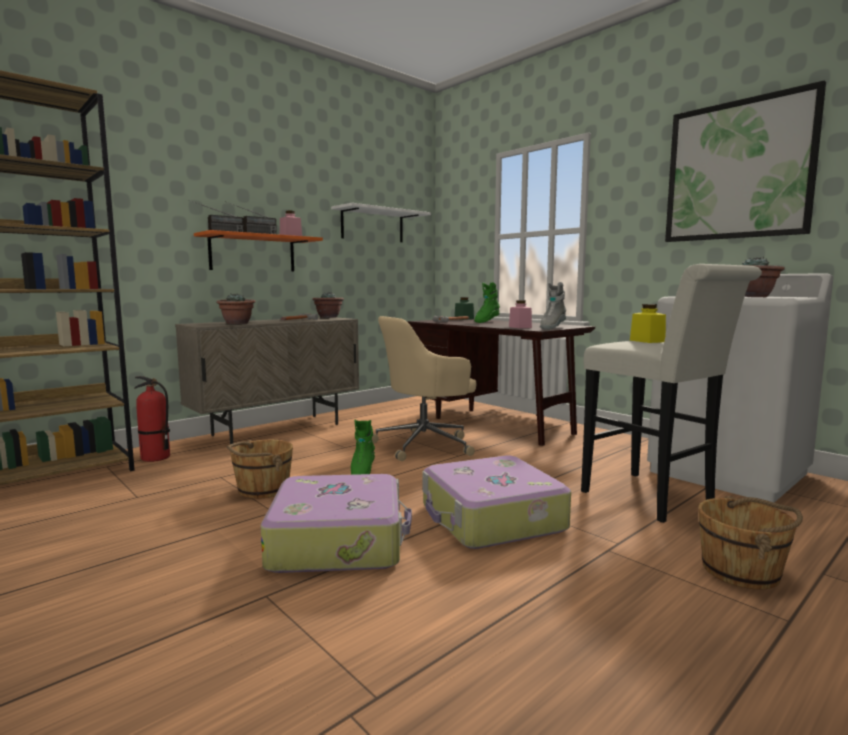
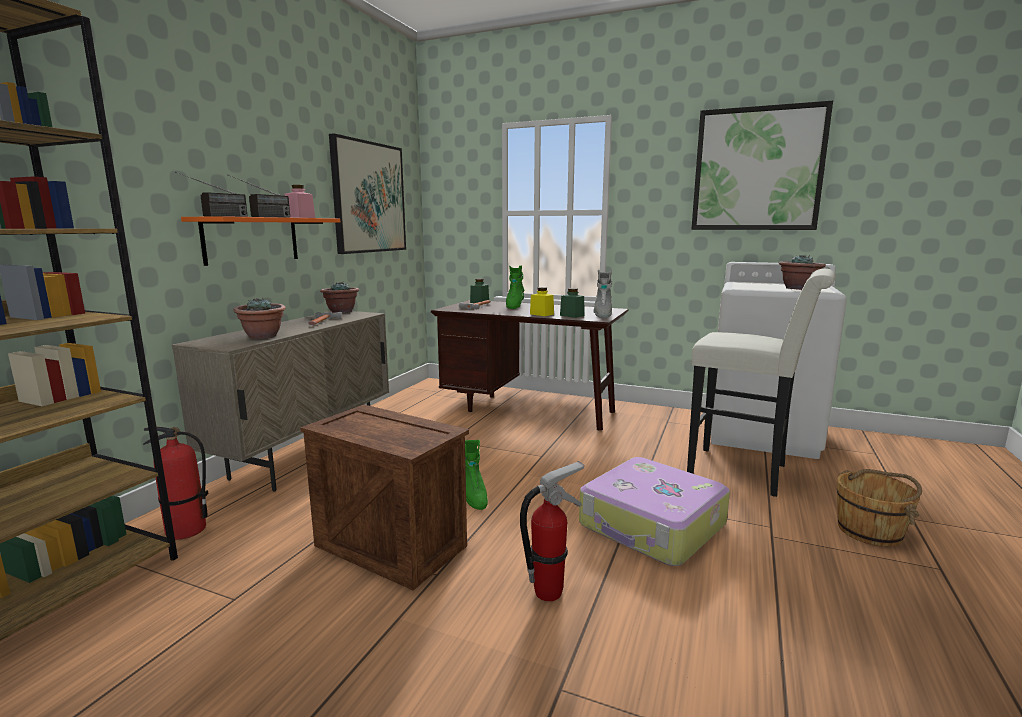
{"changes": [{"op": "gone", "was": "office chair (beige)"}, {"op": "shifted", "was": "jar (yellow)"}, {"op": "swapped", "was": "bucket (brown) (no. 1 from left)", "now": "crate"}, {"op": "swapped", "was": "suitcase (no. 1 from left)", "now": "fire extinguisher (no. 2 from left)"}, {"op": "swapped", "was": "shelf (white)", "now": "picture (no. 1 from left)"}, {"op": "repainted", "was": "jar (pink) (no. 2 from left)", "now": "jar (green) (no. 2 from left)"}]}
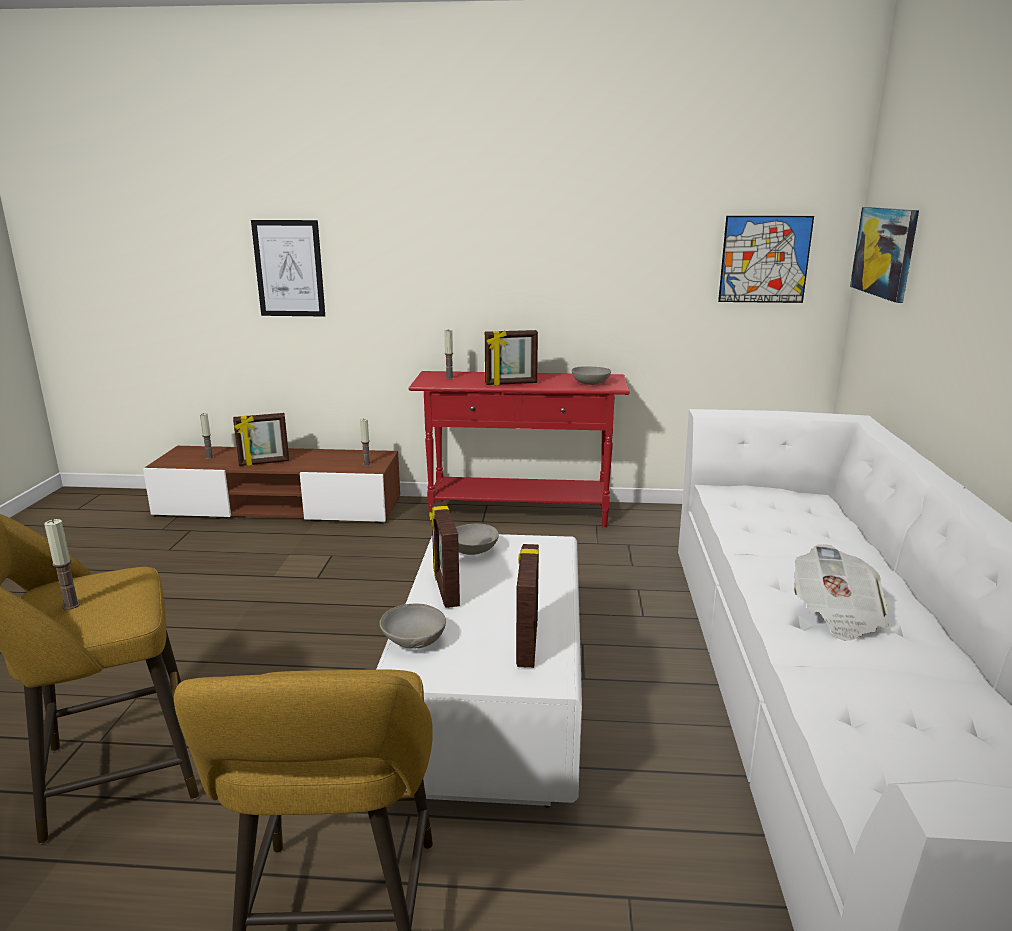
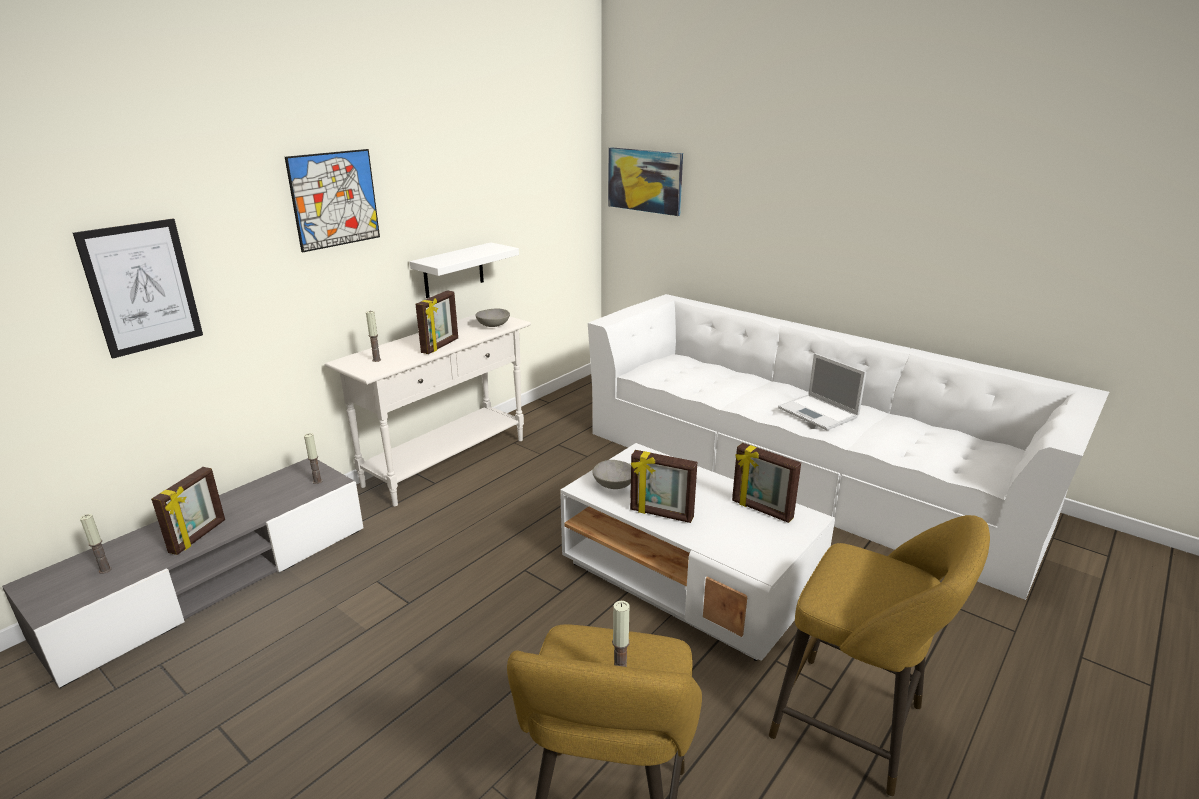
{"changes": [{"op": "gone", "was": "bowl (grey) (no. 1 from left)"}, {"op": "new", "now": "shelf (white)"}, {"op": "shifted", "was": "picture (no. 2 from left)"}, {"op": "swapped", "was": "newspaper", "now": "laptop"}, {"op": "repainted", "was": "tv stand (brown)", "now": "tv stand (grey)"}, {"op": "repainted", "was": "console table (red)", "now": "console table (white)"}]}
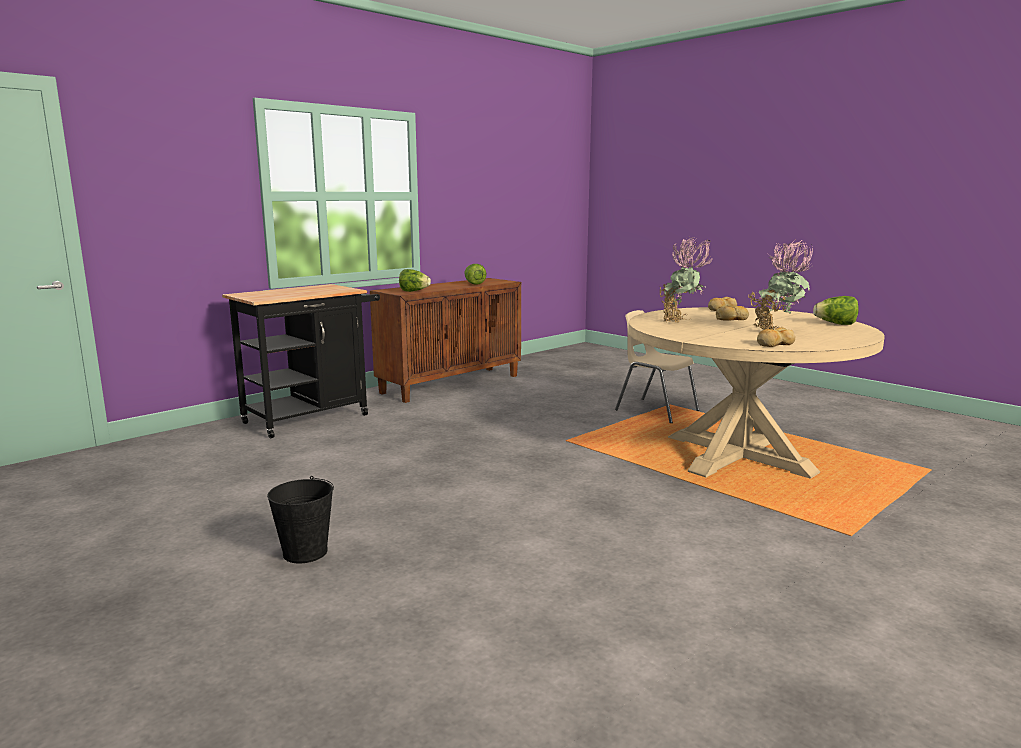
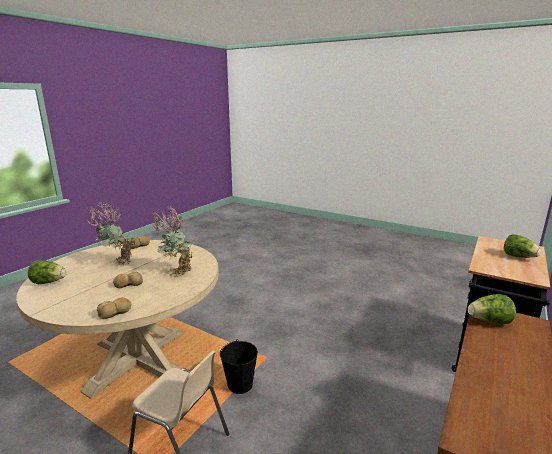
{"changes": [{"op": "shifted", "was": "bucket (black)"}, {"op": "shifted", "was": "lettuce (no. 2 from left in the first image)", "now": "lettuce (no. 3 from left)"}]}
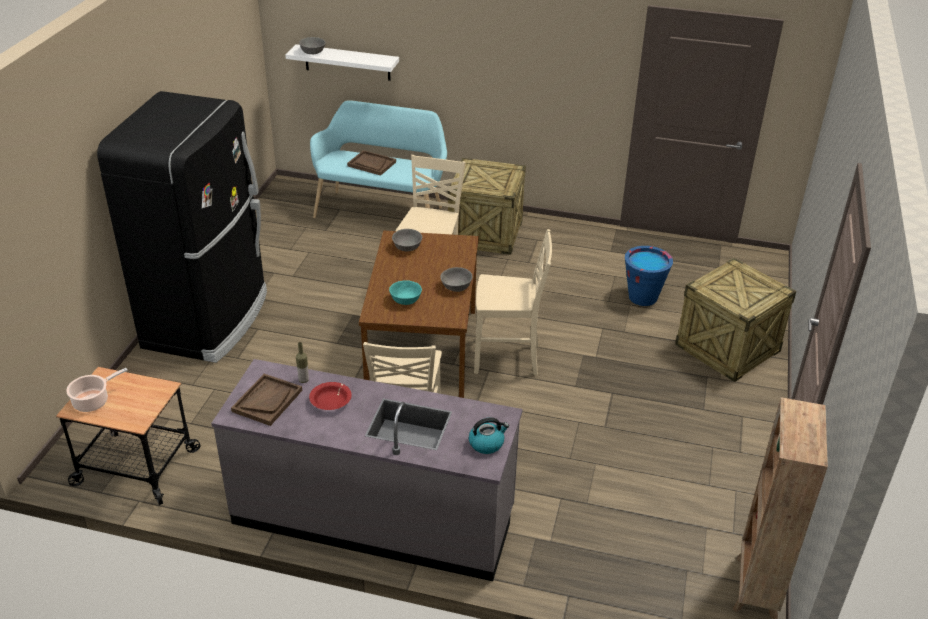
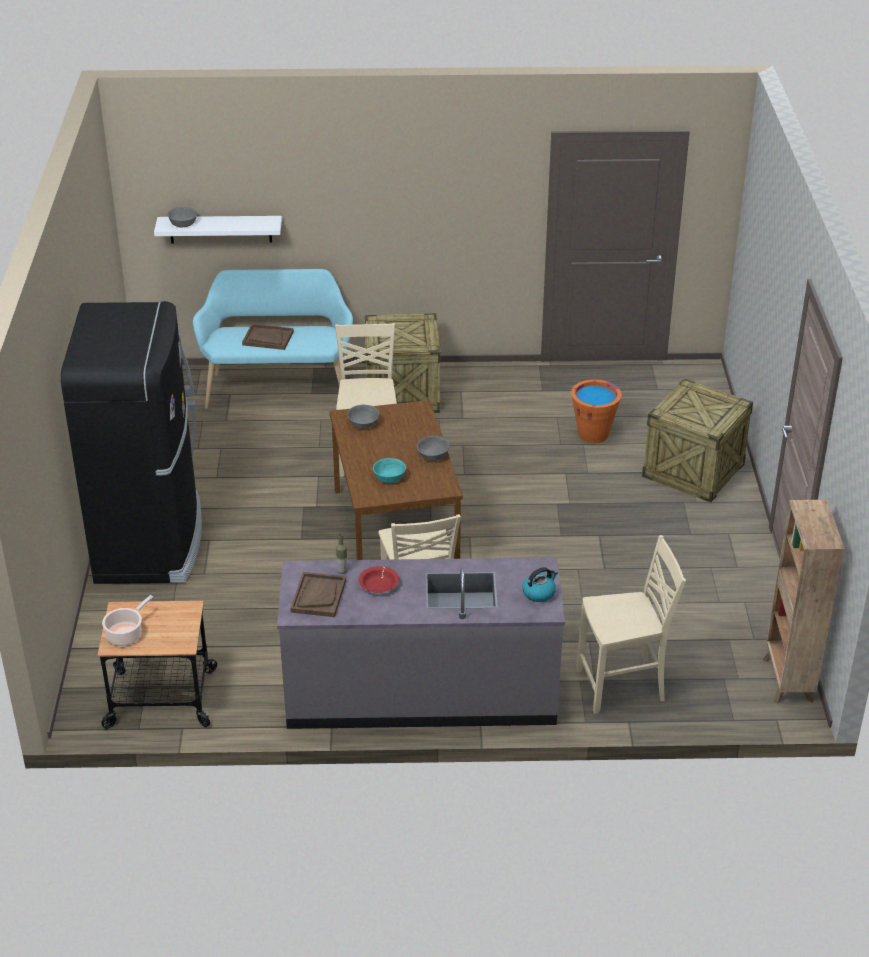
{"changes": [{"op": "shifted", "was": "chair (beige) (no. 3 from left)"}, {"op": "repainted", "was": "bucket (blue)", "now": "bucket (orange)"}]}
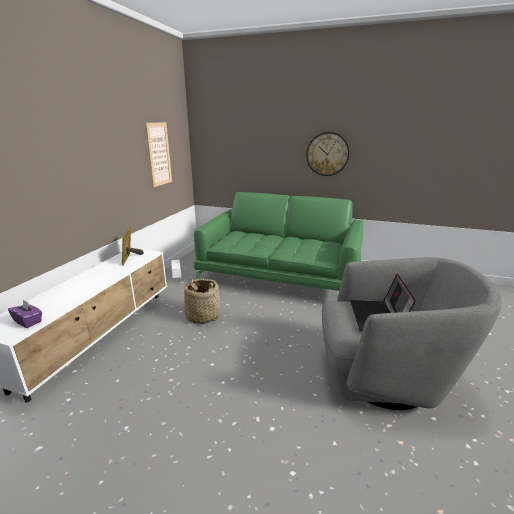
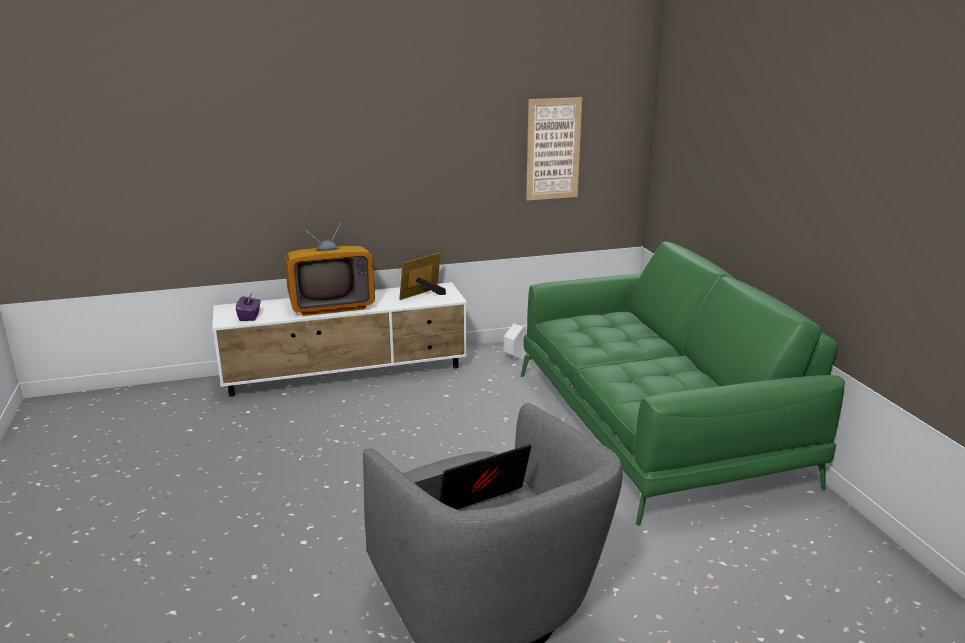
{"changes": [{"op": "gone", "was": "basket"}, {"op": "gone", "was": "wall clock"}, {"op": "new", "now": "television"}]}
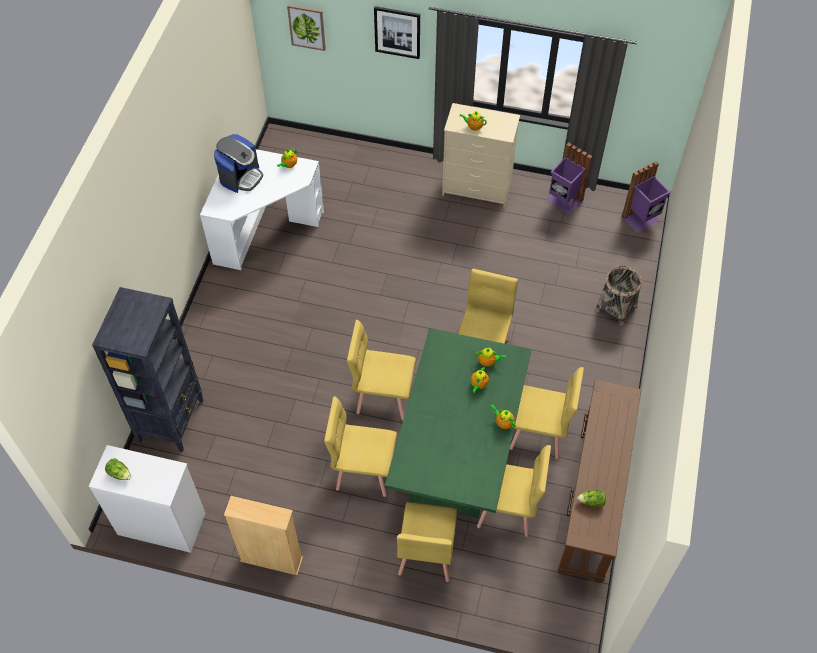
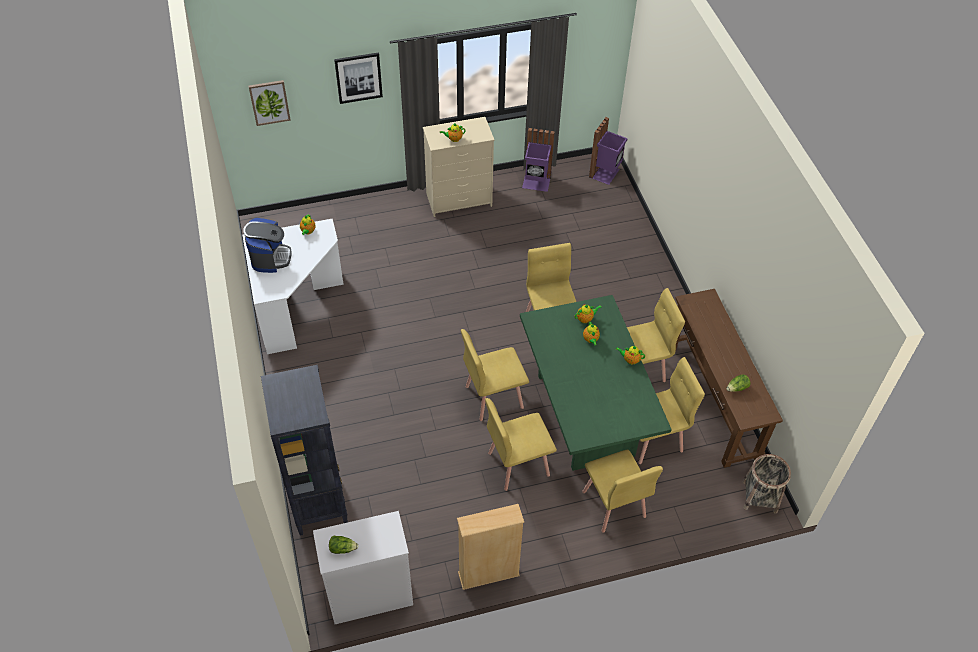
{"changes": [{"op": "shifted", "was": "basket"}]}
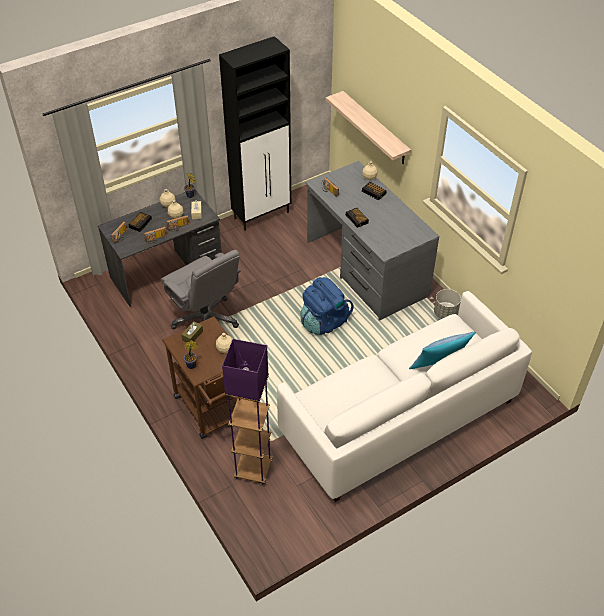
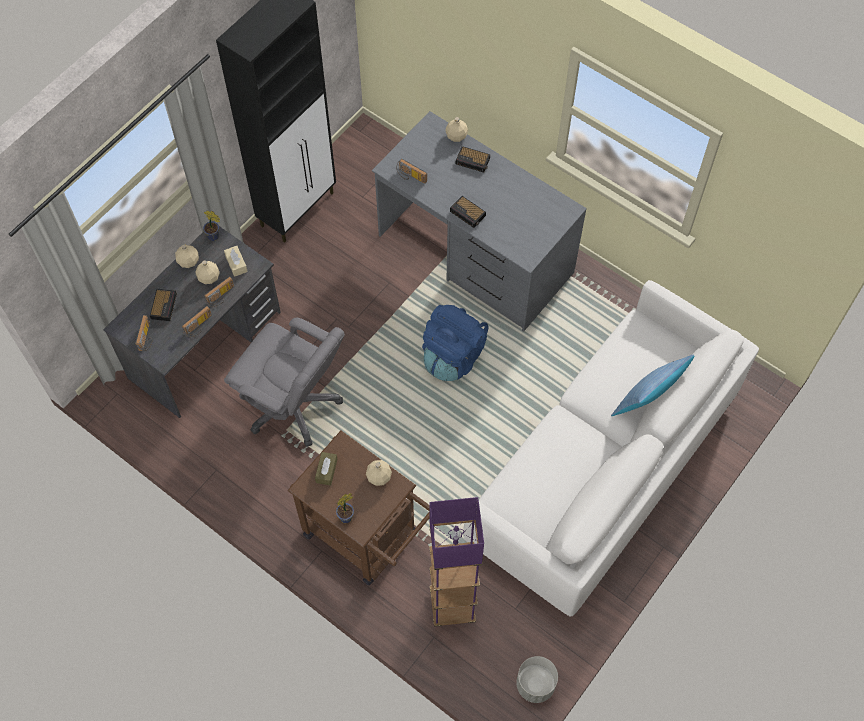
{"changes": [{"op": "gone", "was": "shelf"}, {"op": "shifted", "was": "planter (grey)"}]}
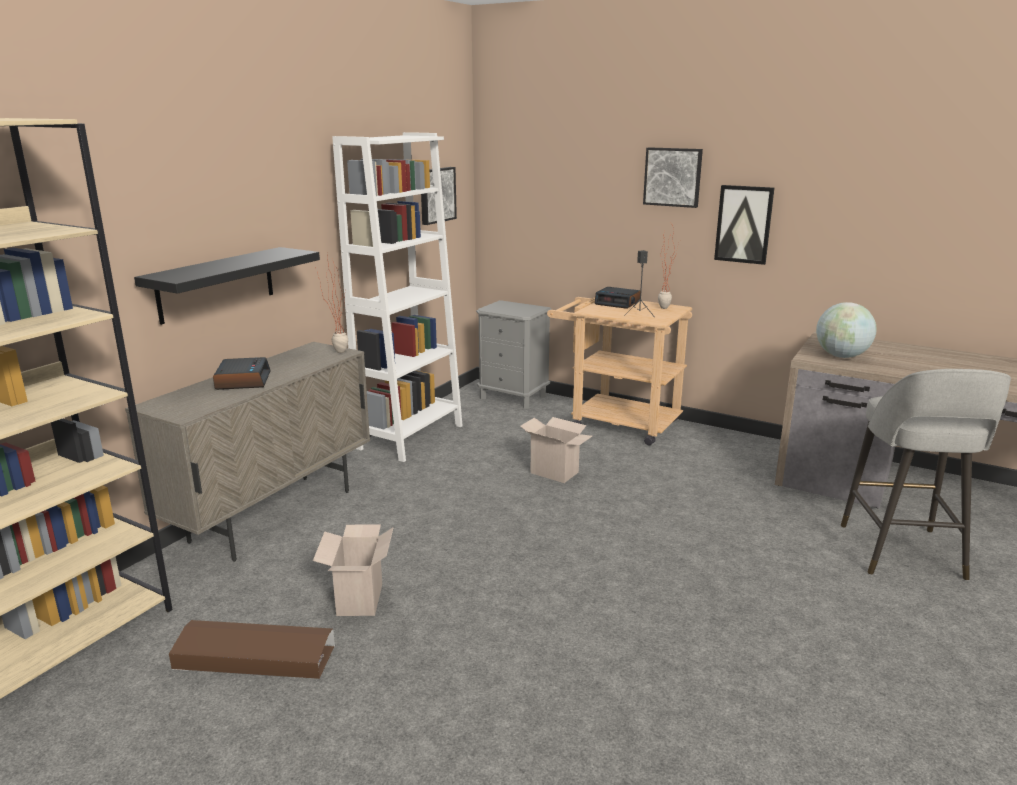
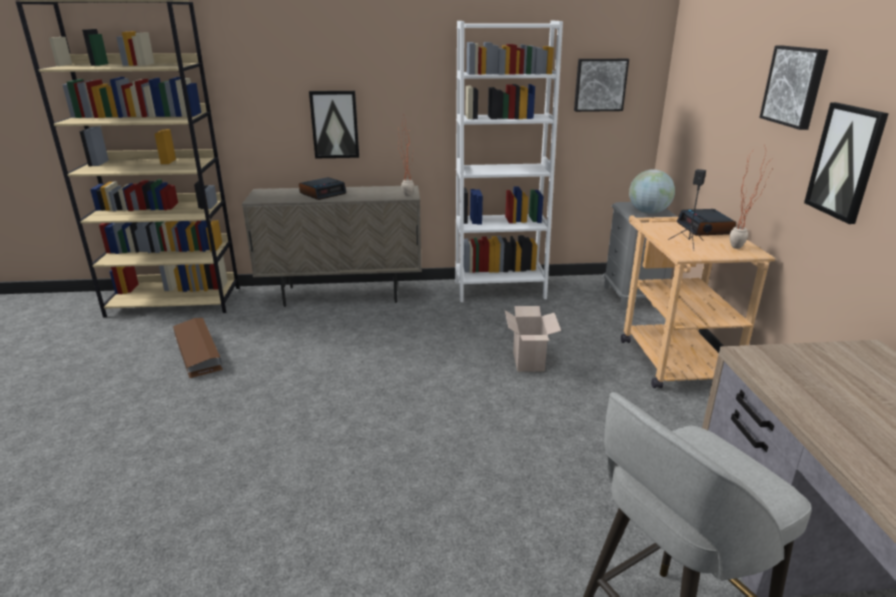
{"changes": [{"op": "gone", "was": "cardboard box (no. 1 from left)"}, {"op": "shifted", "was": "globe"}, {"op": "swapped", "was": "shelf (black)", "now": "picture (no. 1 from left)"}]}
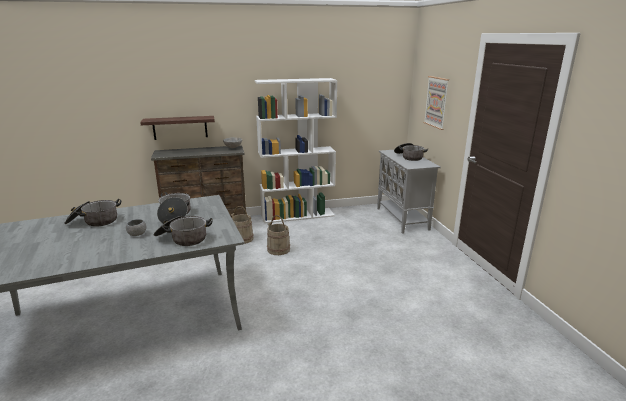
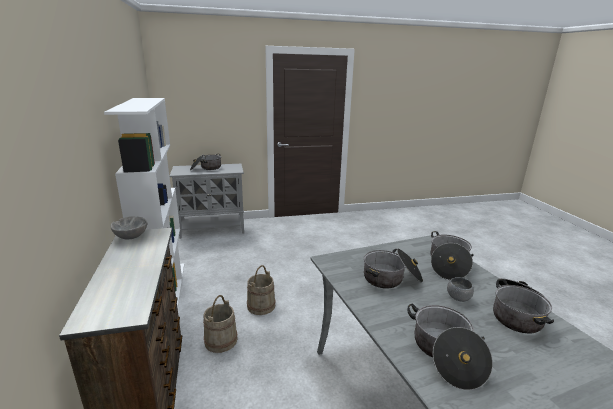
{"changes": [{"op": "gone", "was": "shelf"}, {"op": "gone", "was": "picture"}, {"op": "new", "now": "cooking pot (no. 5 from left)"}]}
